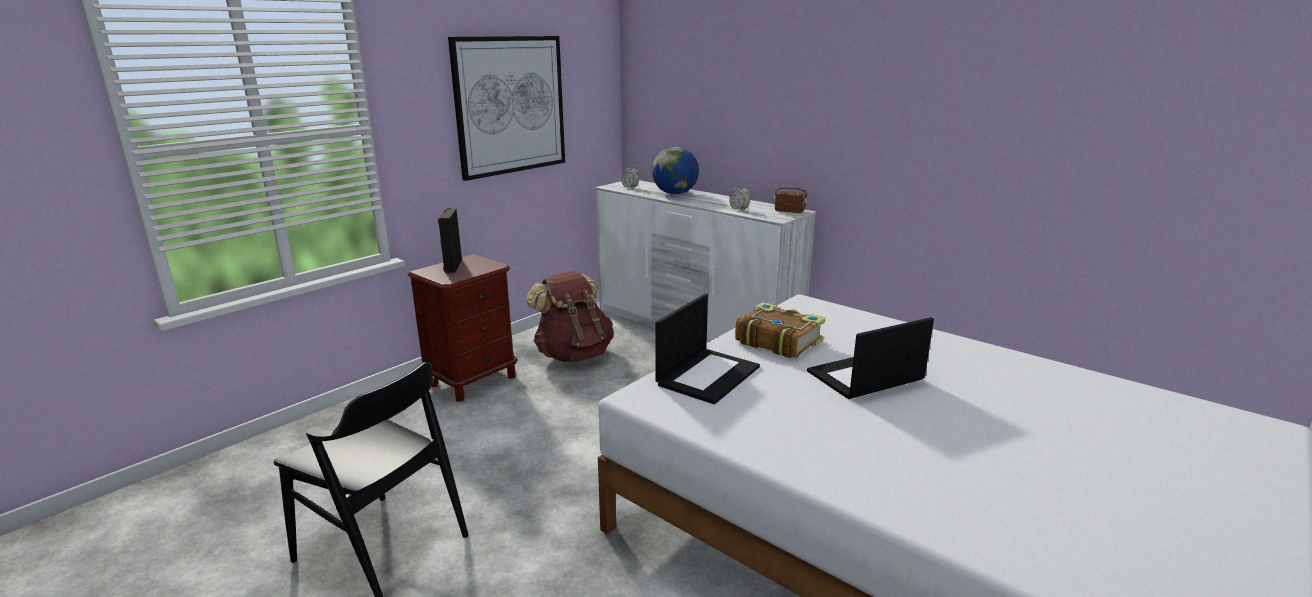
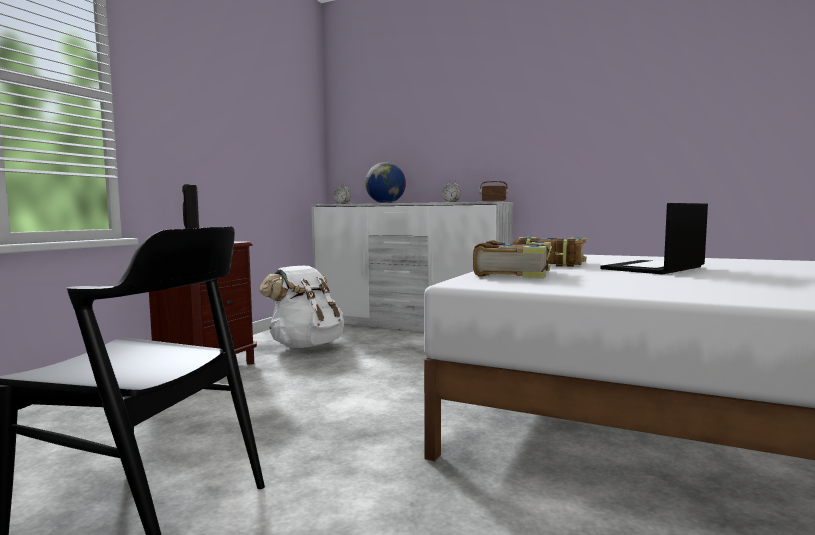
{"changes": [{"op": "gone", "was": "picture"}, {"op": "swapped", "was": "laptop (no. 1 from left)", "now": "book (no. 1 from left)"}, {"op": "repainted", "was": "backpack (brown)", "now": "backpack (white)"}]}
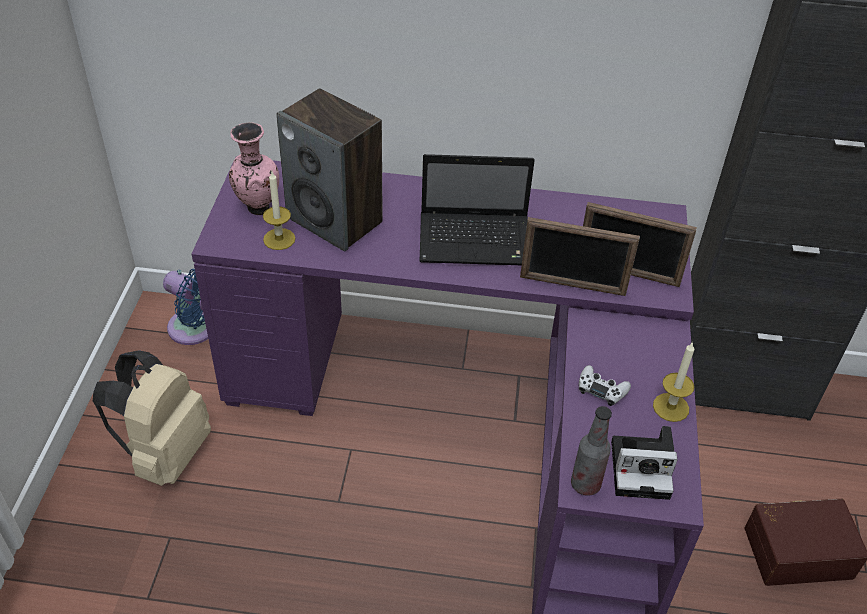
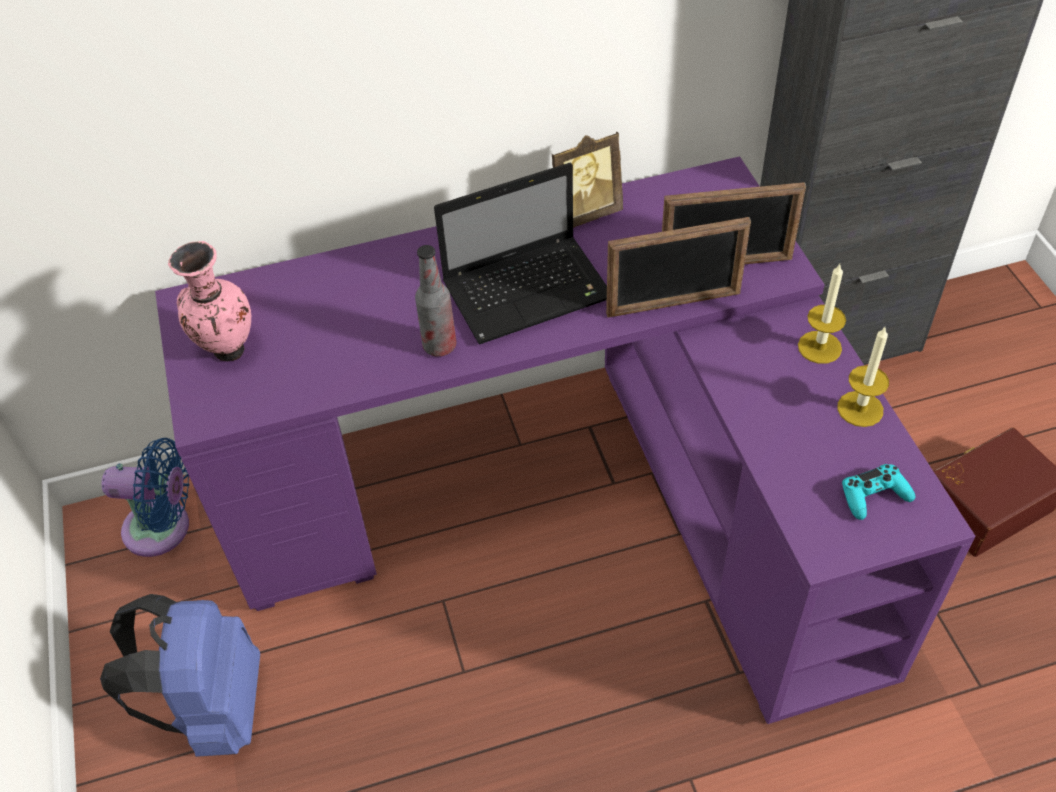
{"changes": [{"op": "gone", "was": "speaker"}, {"op": "gone", "was": "game controller (white)"}, {"op": "new", "now": "picture frame (no. 1 from left)"}, {"op": "shifted", "was": "candle (no. 1 from left)"}, {"op": "shifted", "was": "bottle"}, {"op": "swapped", "was": "photo camera", "now": "game controller (turquoise)"}, {"op": "repainted", "was": "backpack (beige)", "now": "backpack (blue)"}]}
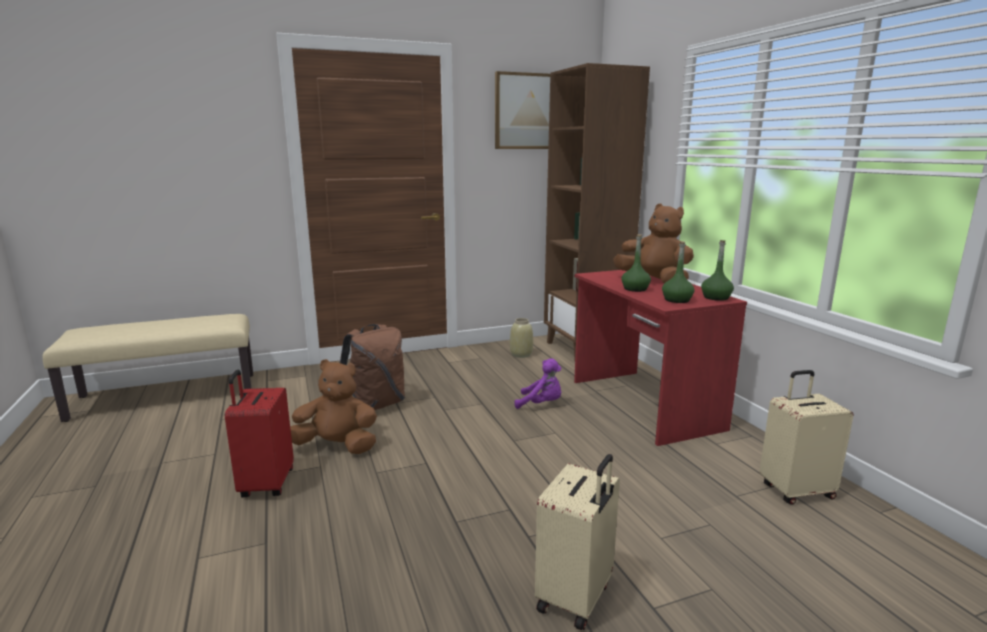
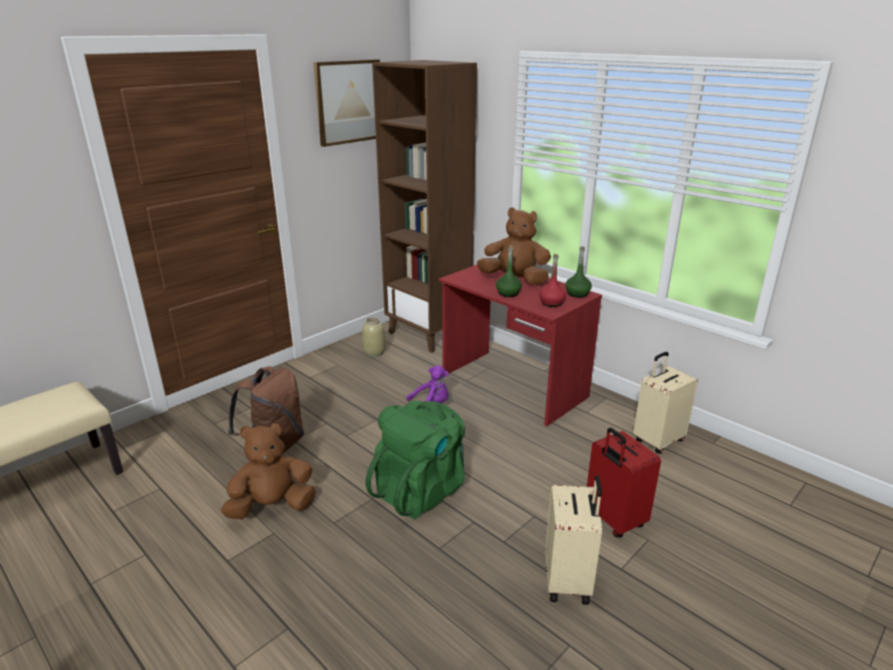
{"changes": [{"op": "new", "now": "backpack (green)"}, {"op": "shifted", "was": "suitcase (red)"}, {"op": "repainted", "was": "bottle (green) (no. 2 from left)", "now": "bottle (red)"}]}
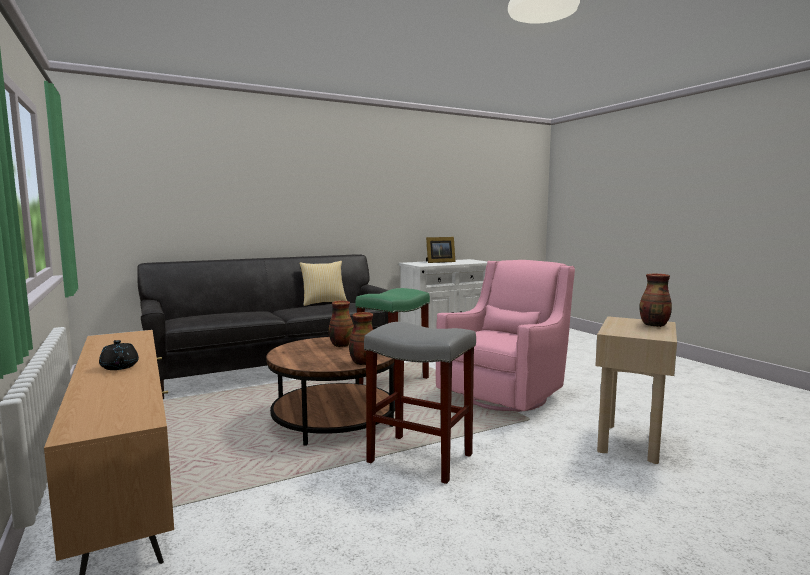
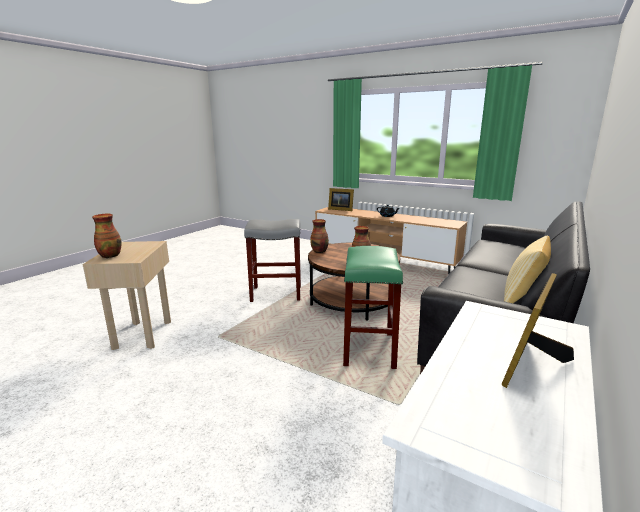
{"changes": [{"op": "gone", "was": "armchair (pink)"}, {"op": "new", "now": "picture frame (no. 1 from left)"}]}
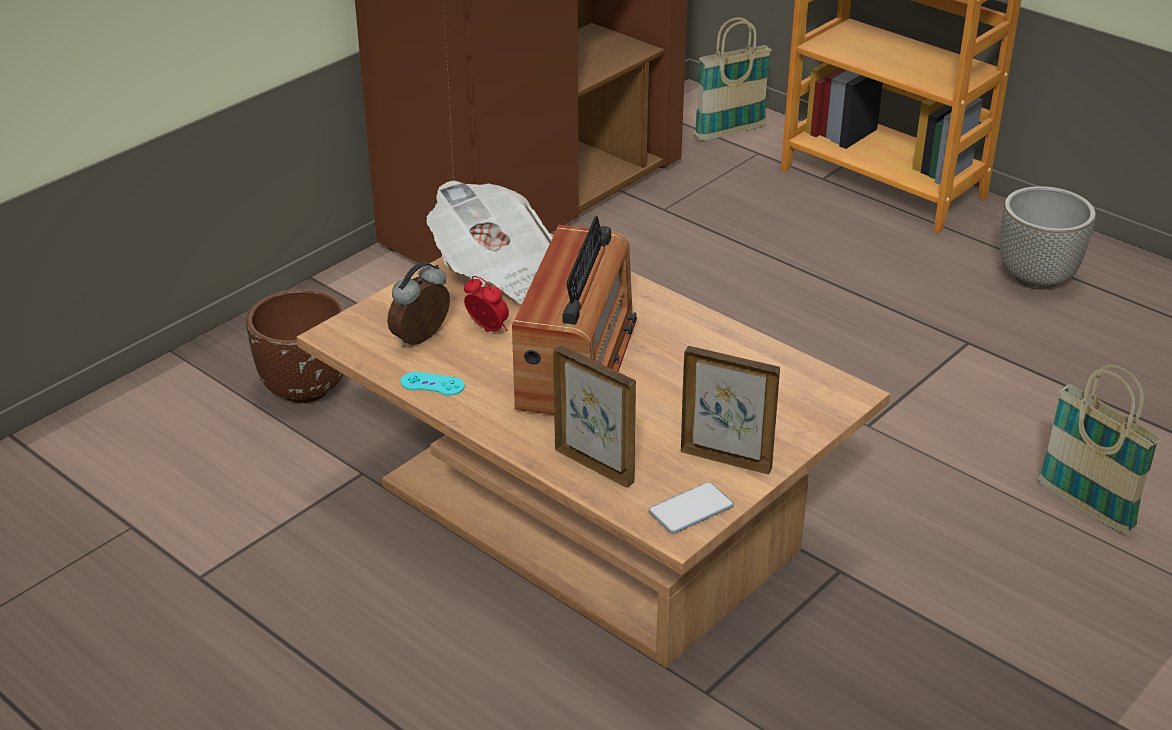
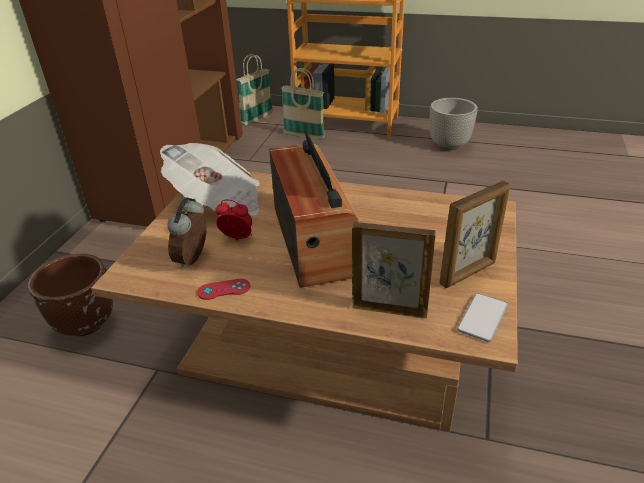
{"changes": [{"op": "shifted", "was": "basket (no. 2 from left)"}, {"op": "repainted", "was": "game controller (turquoise)", "now": "game controller (red)"}, {"op": "rotated", "was": "picture frame (no. 2 from left)", "clockwise": 150}]}
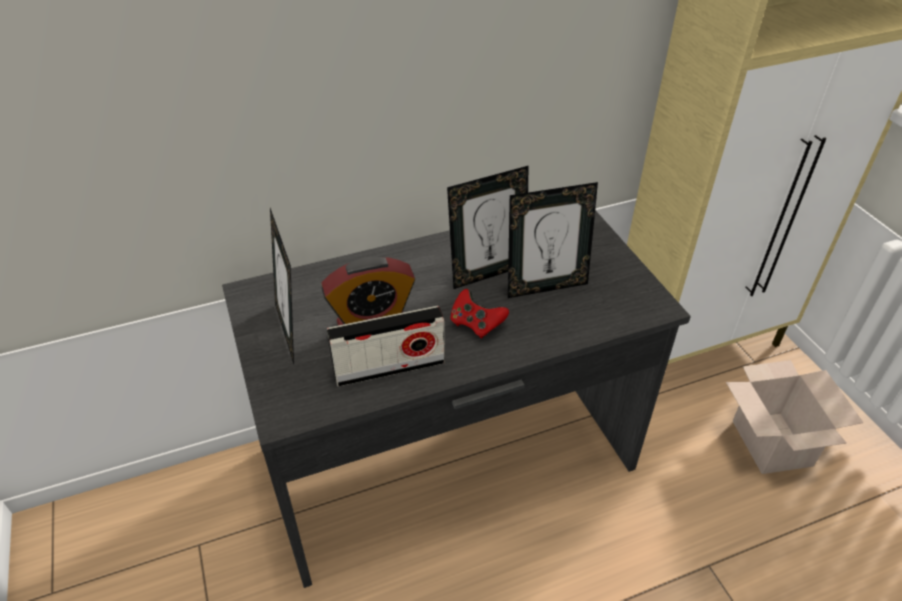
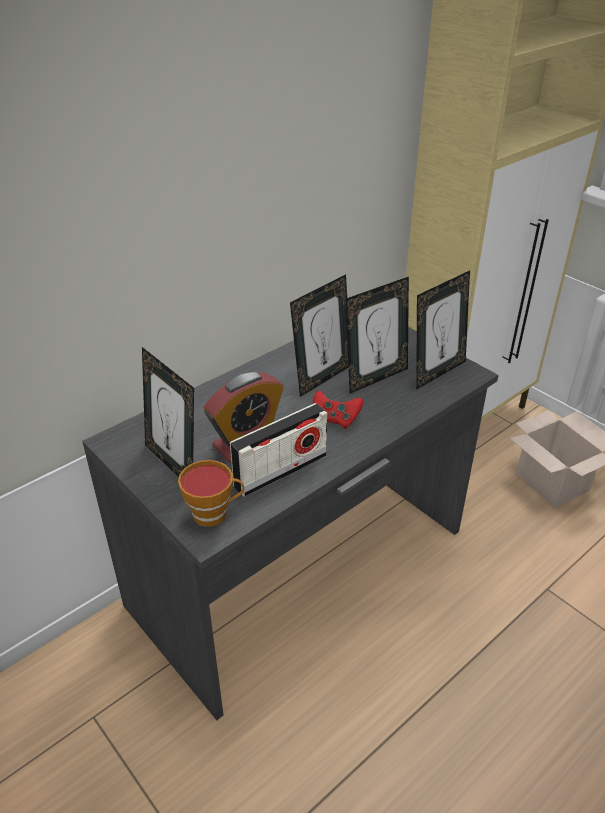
{"changes": [{"op": "new", "now": "cup"}, {"op": "new", "now": "picture frame (no. 4 from left)"}]}
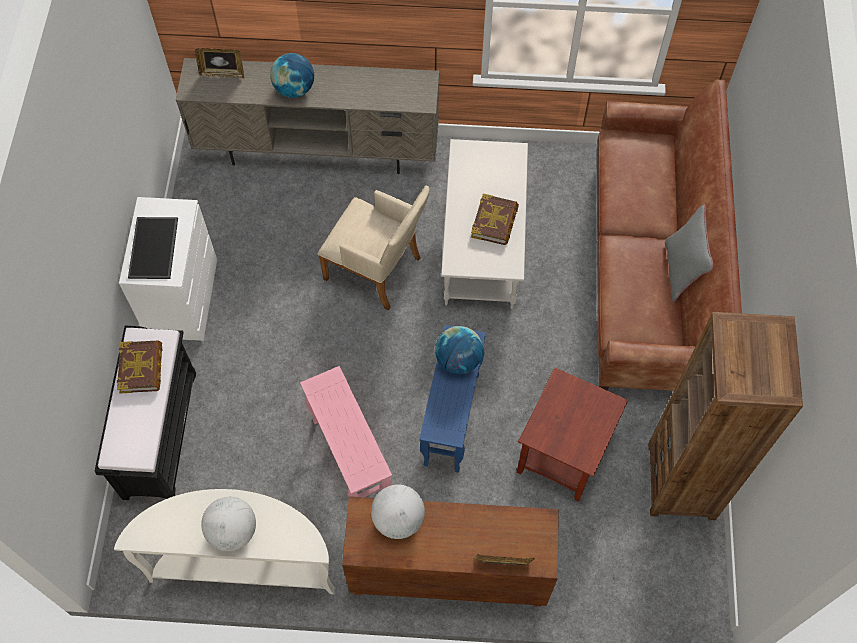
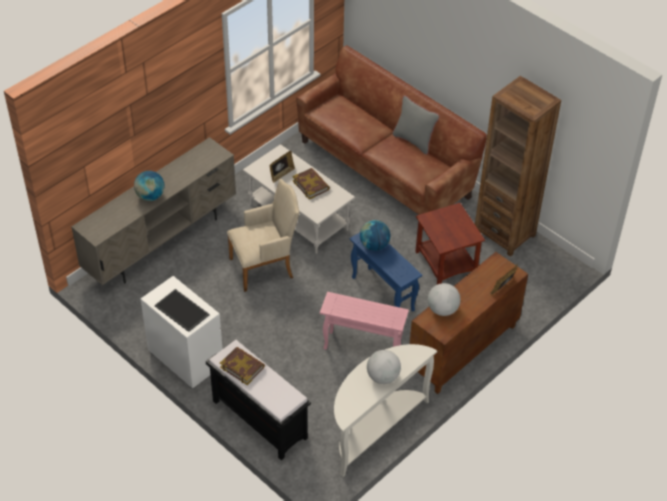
{"changes": [{"op": "shifted", "was": "picture frame (no. 1 from left)"}]}
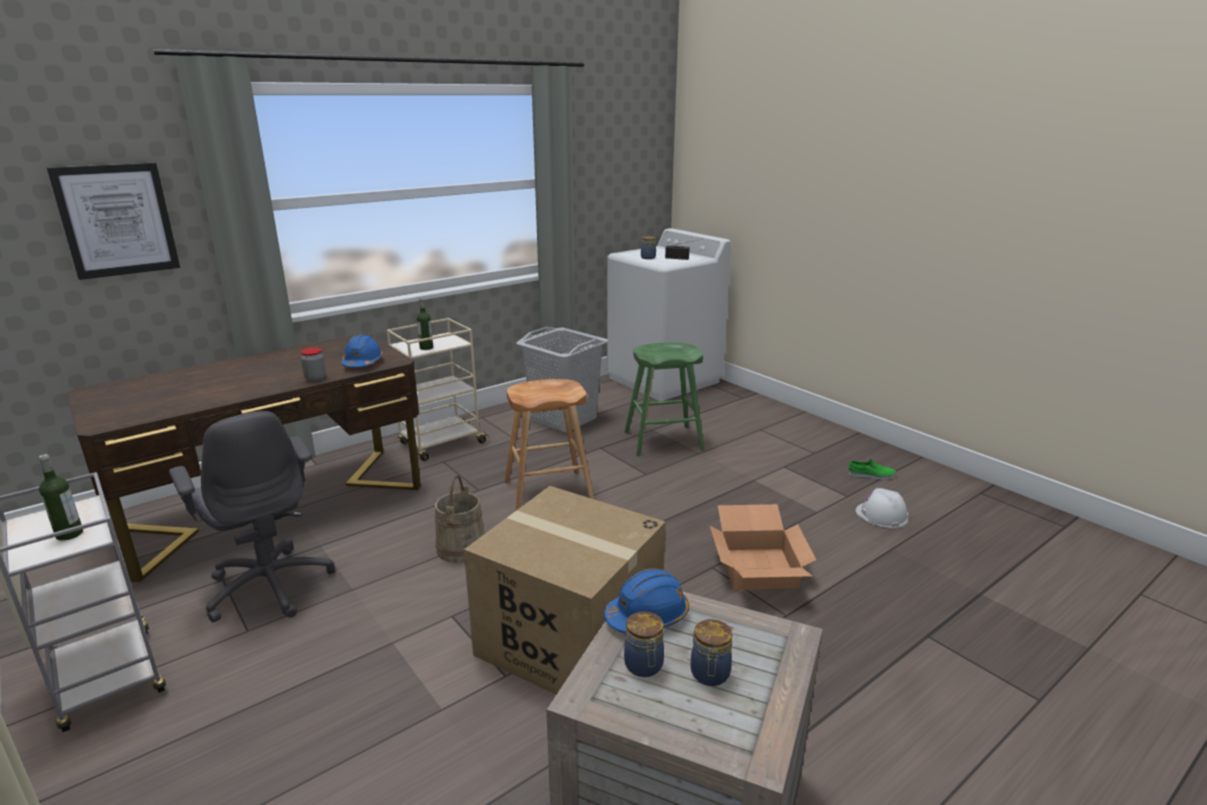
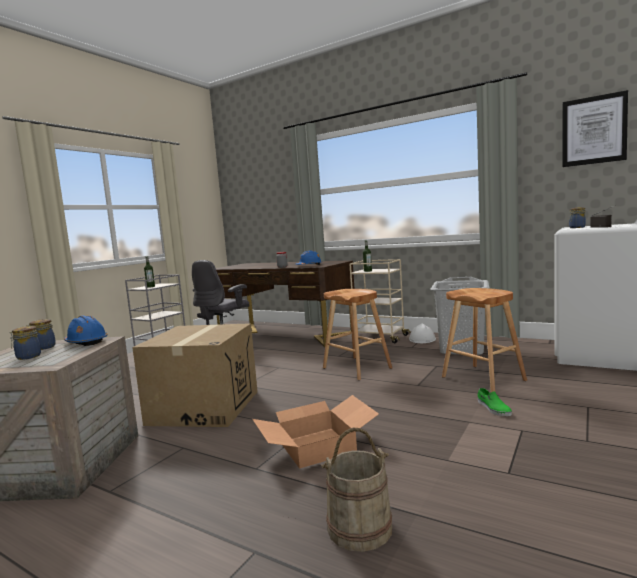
{"changes": [{"op": "shifted", "was": "picture"}, {"op": "shifted", "was": "bucket (beige)"}, {"op": "shifted", "was": "shoe (green)"}, {"op": "shifted", "was": "hard hat (white)"}, {"op": "repainted", "was": "stool (green)", "now": "stool (brown) (no. 2 from left)"}]}
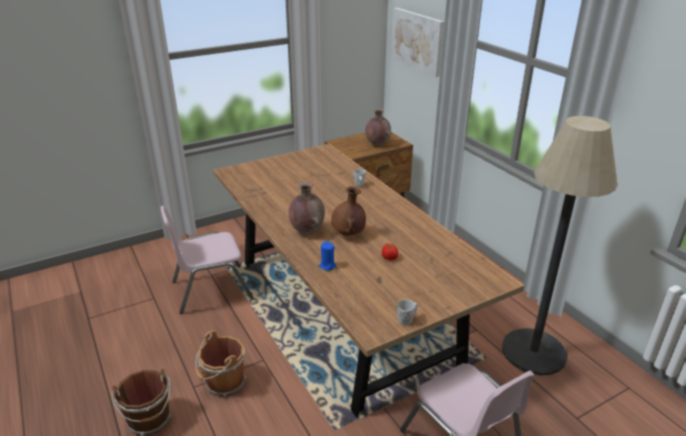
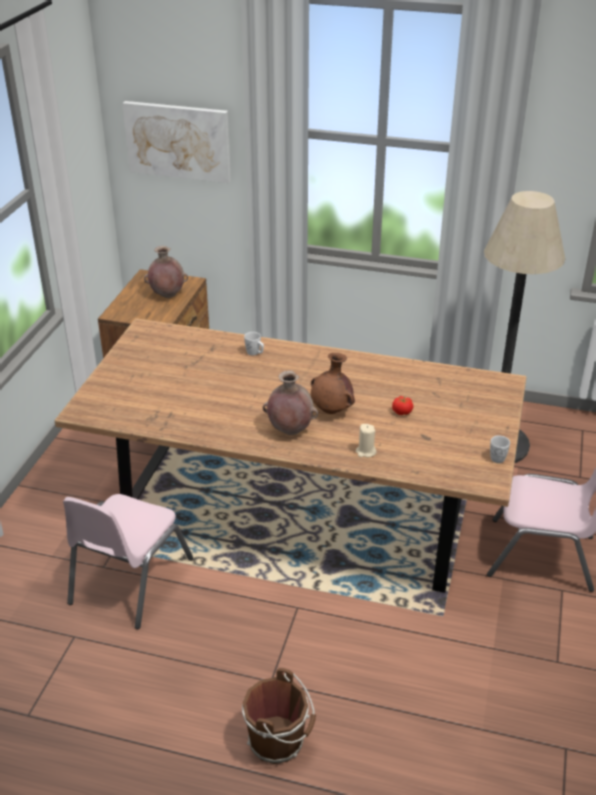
{"changes": [{"op": "gone", "was": "bucket (brown) (no. 2 from left)"}, {"op": "repainted", "was": "candle (blue)", "now": "candle (beige)"}]}
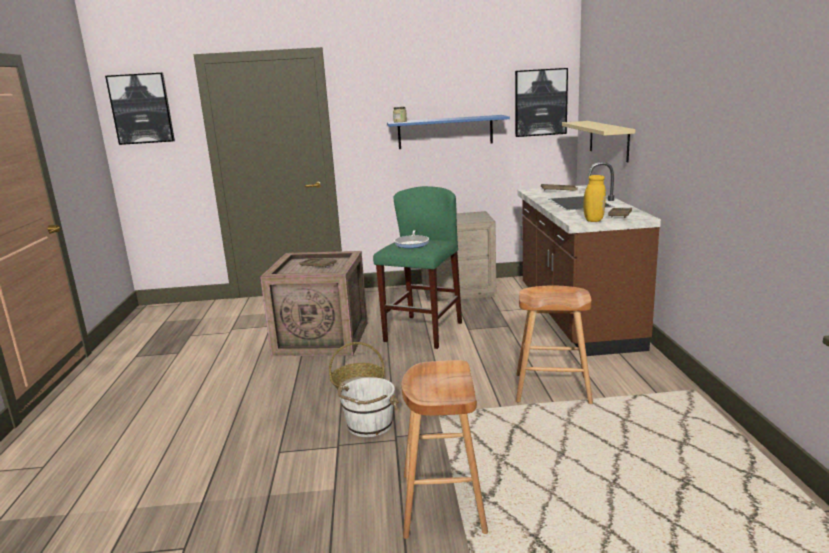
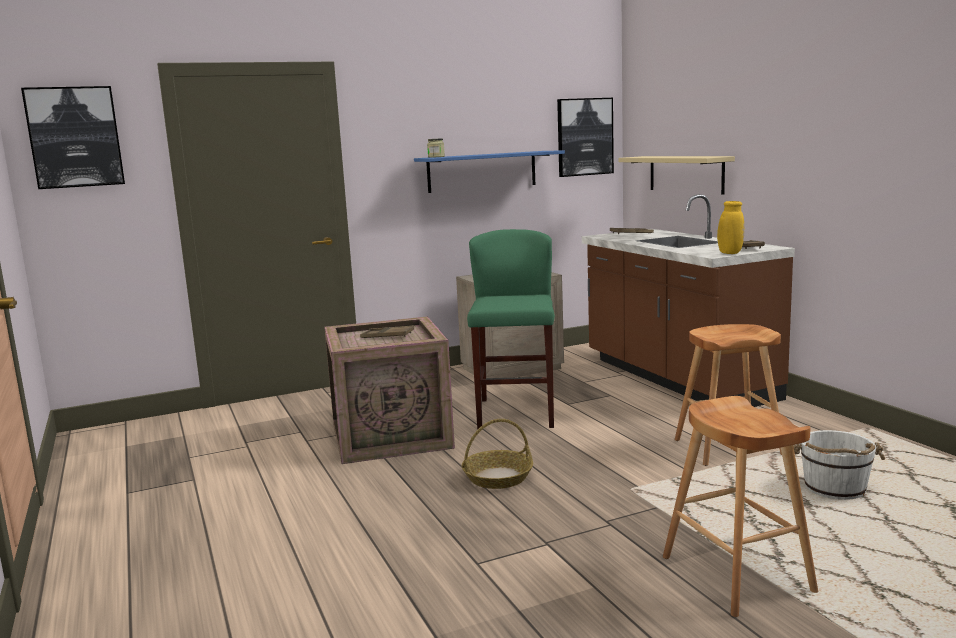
{"changes": [{"op": "gone", "was": "frying pan"}, {"op": "shifted", "was": "bucket (white)"}]}
